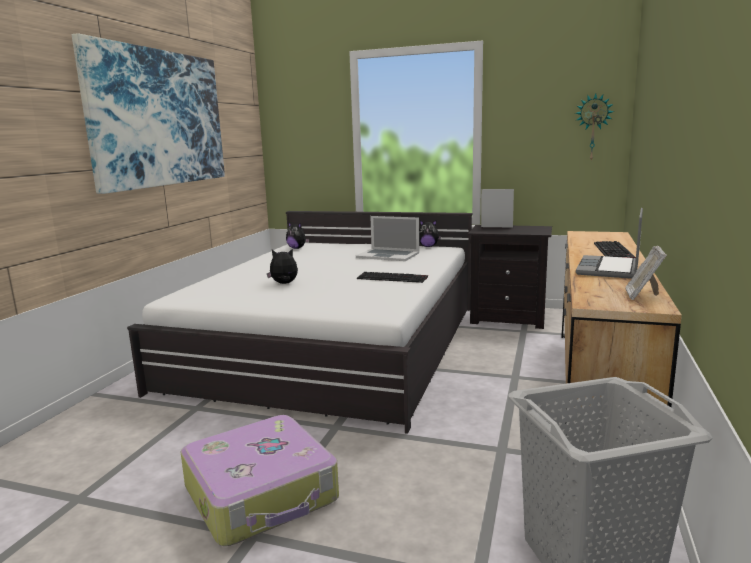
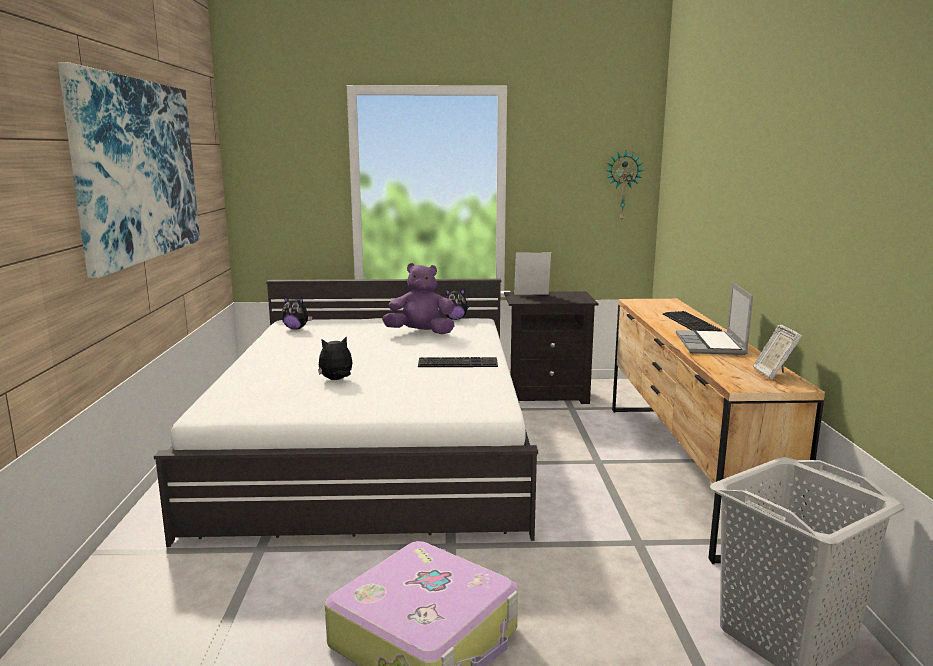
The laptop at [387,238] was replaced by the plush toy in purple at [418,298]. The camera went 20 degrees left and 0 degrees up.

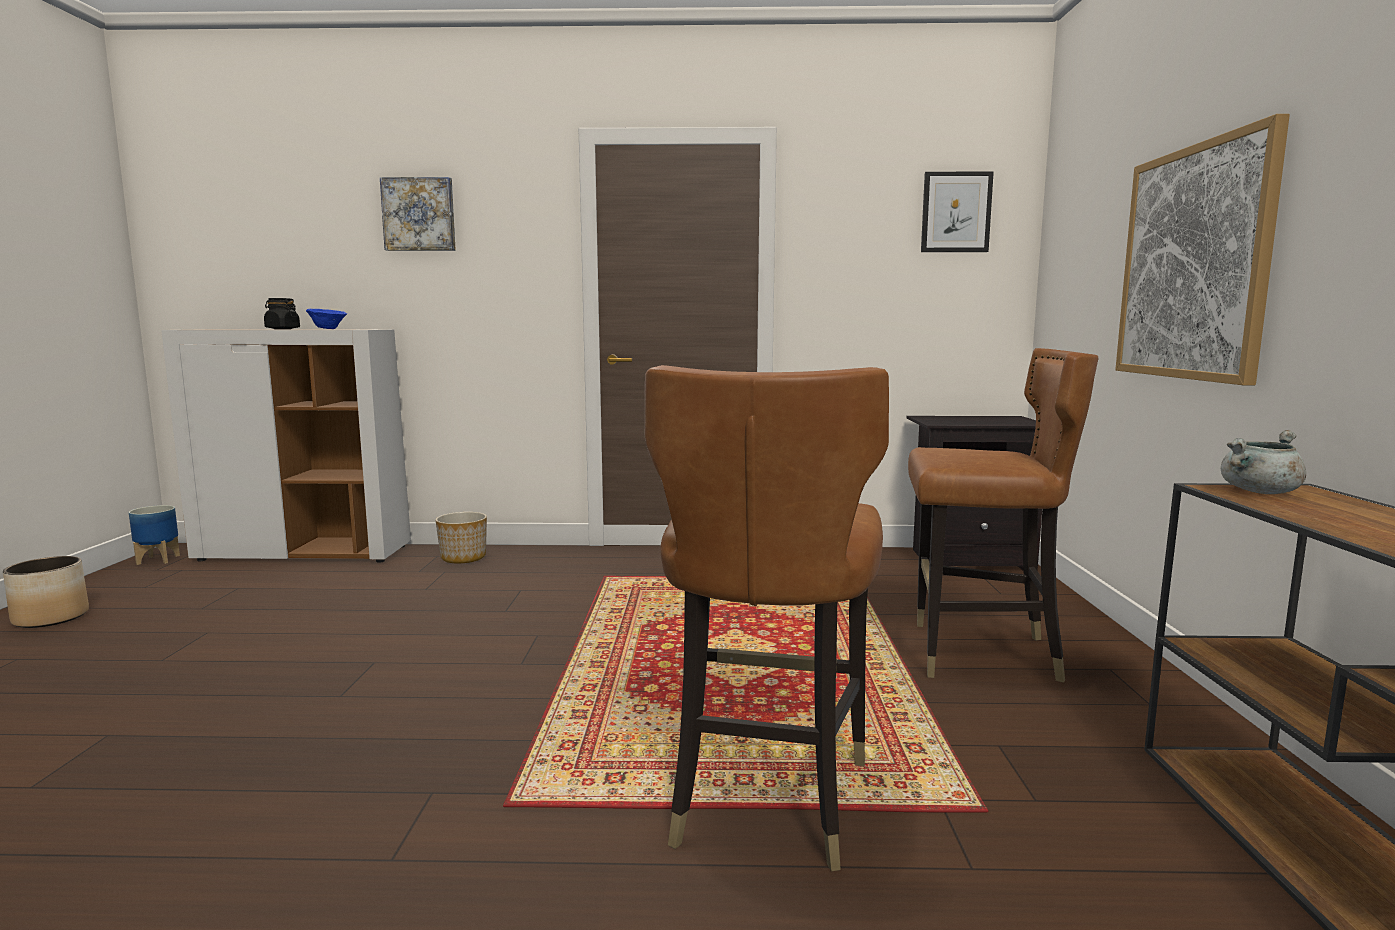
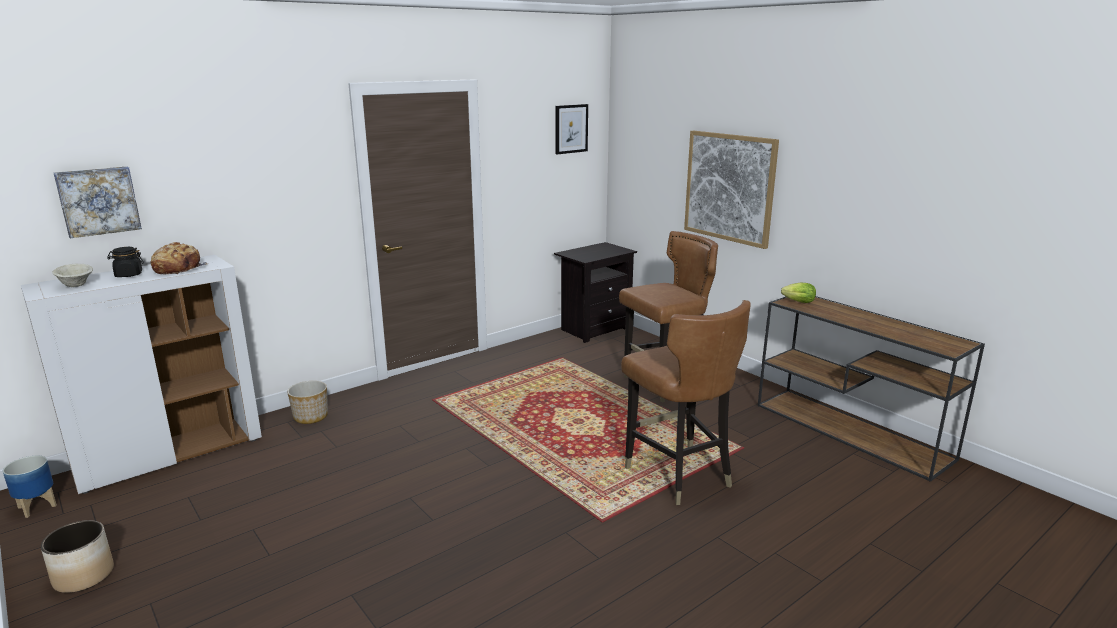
The deep dish in beige-coloured at [72,275] appeared. The wall picture moved from [418,214] to [98,202]. The deep dish in blue-coloured at [326,319] was replaced by the bread at [179,258]. The saucepot in gray at [1263,462] was replaced by the head of lettuce at [798,293]. The camera went 40 degrees left and 10 degrees up.

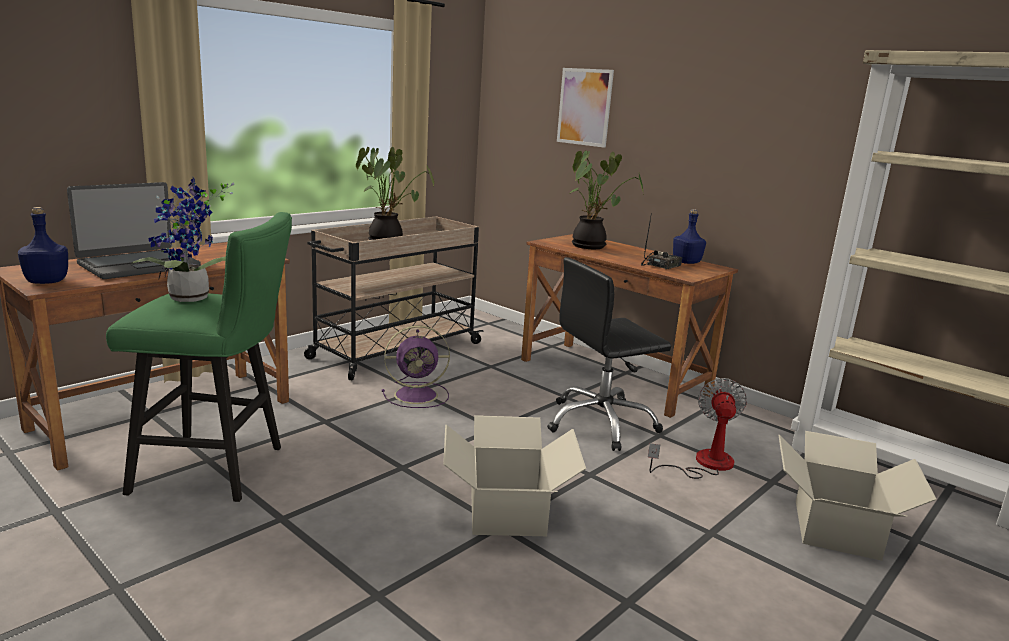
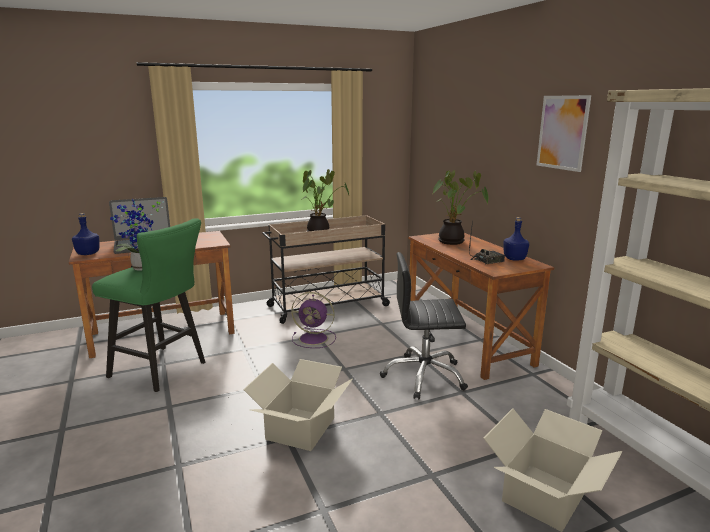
The wall picture moved from [585,108] to [564,133]. The electric fan at [697,428] disappeared. The camera went 25 degrees right and 0 degrees up.

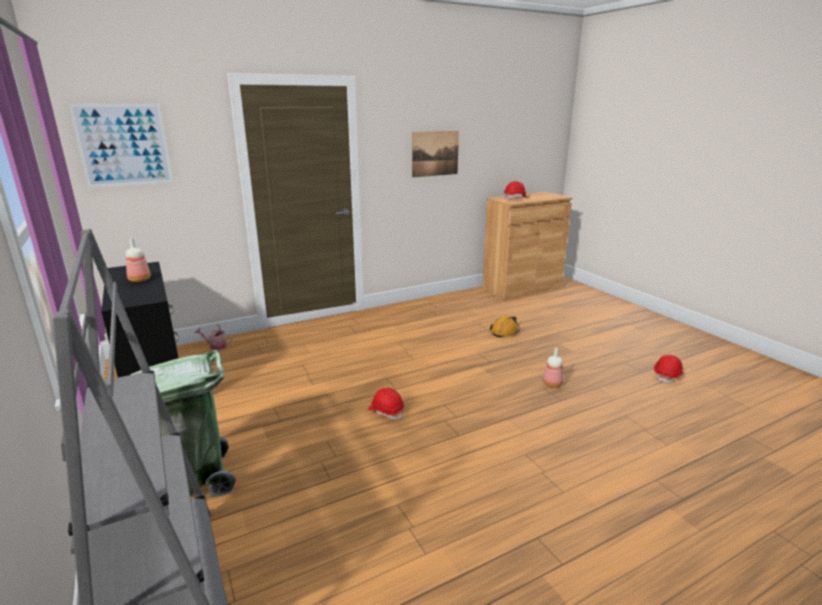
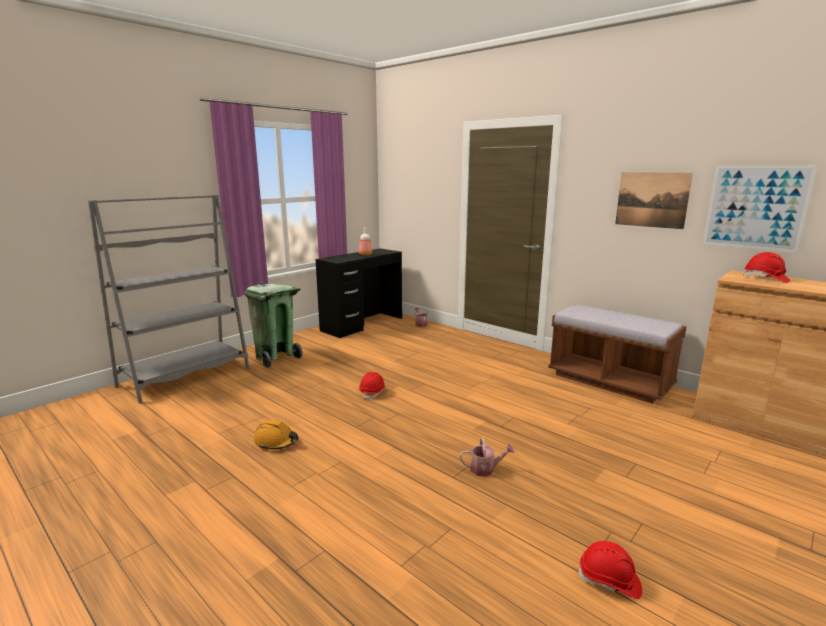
The safety helmet in orange-coloured moved from [505,326] to [276,434]. The beverage bottle at [553,368] was replaced by the watering pot at [487,457]. The long seat in brown at [617,354] appeared. The wall picture moved from [121,146] to [760,209]. The camera went 70 degrees right and 5 degrees down.

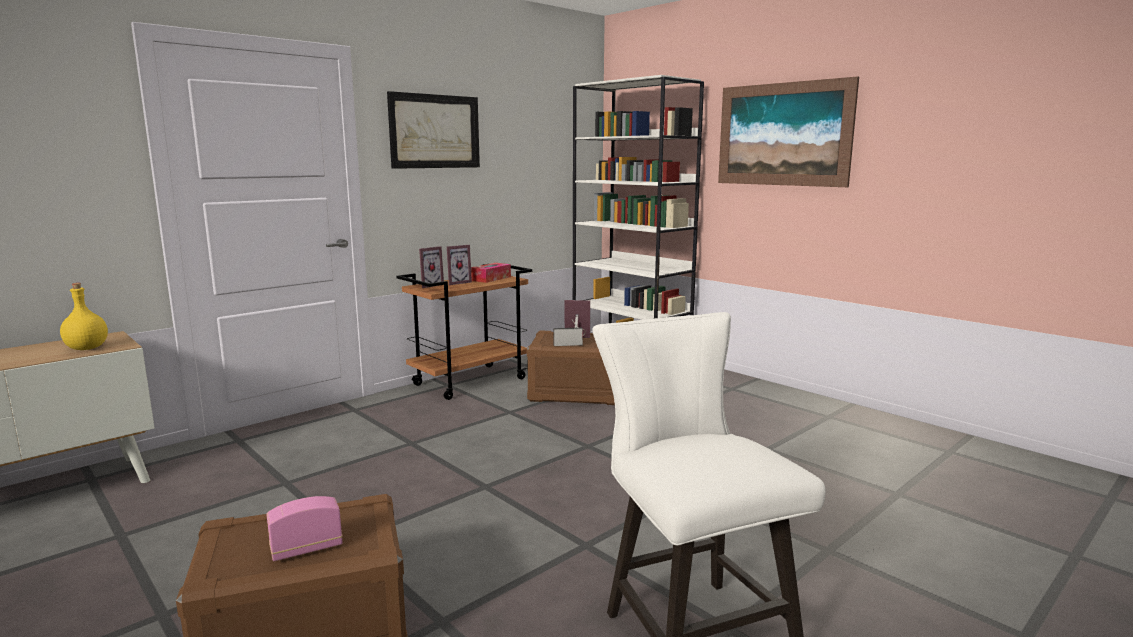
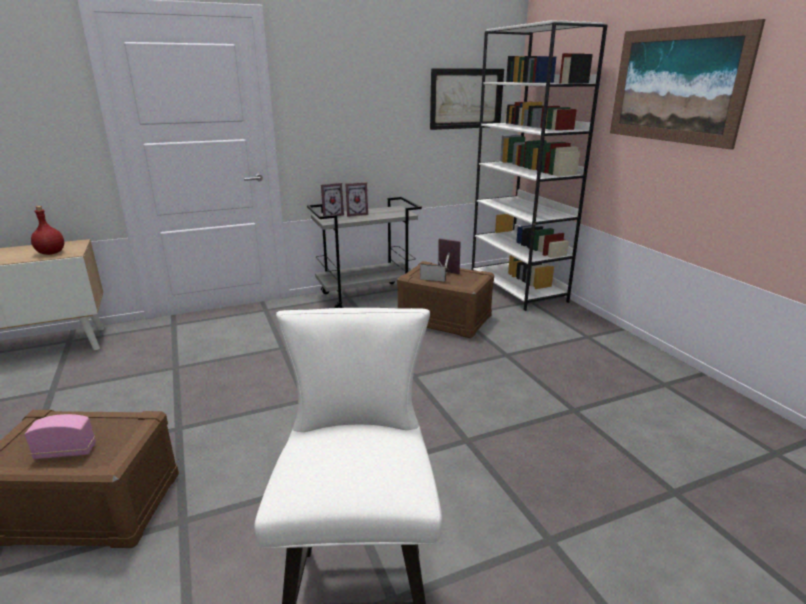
The beverage bottle in yellow at [84,316] became the beverage bottle in red at [47,230]. The cart in brown at [464,331] became the cart in gray at [364,252]. The wall picture moved from [433,130] to [467,99]. The tissue holder at [491,273] disappeared. The camera went 20 degrees right and 10 degrees up.

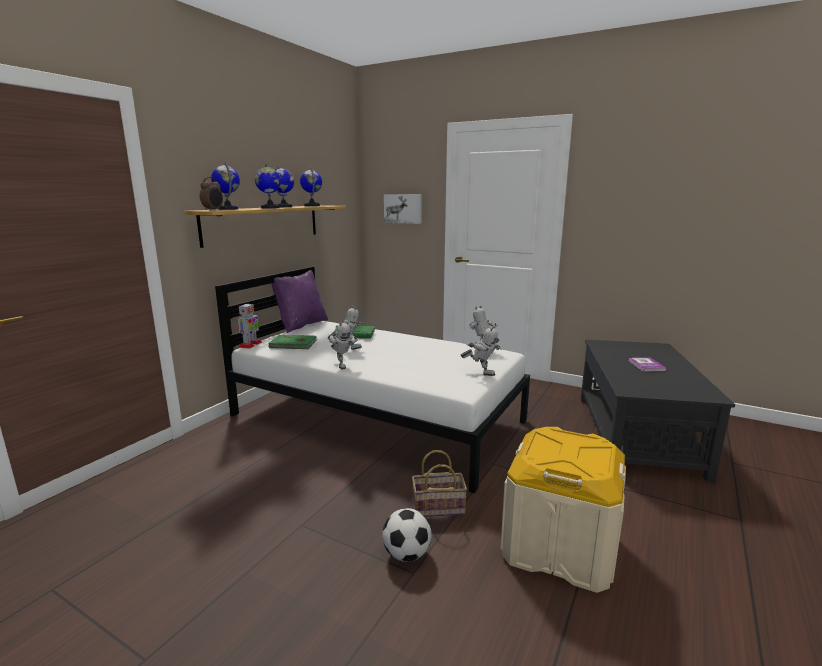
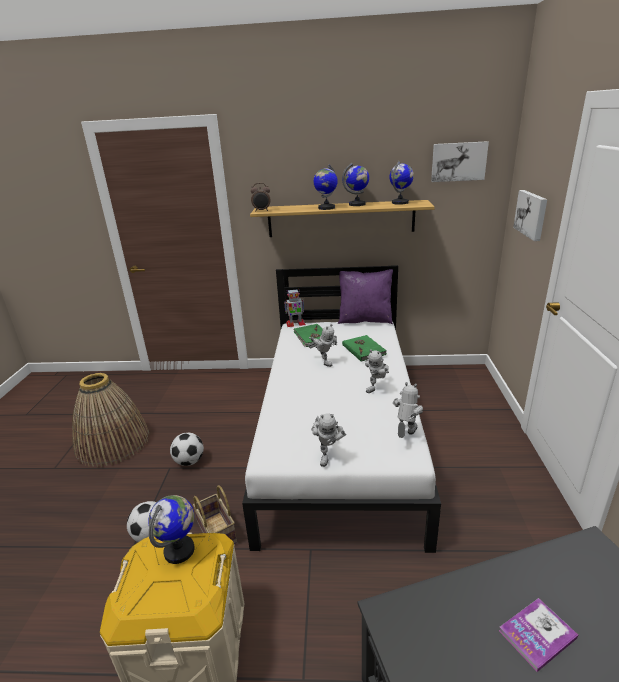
The basket at [111,420] appeared. The desk globe moved from [225,186] to [171,529]. The ball for football at [187,449] appeared. The robot figure moved from [343,345] to [377,371]. The wall picture at [460,161] appeared. The camera went 65 degrees right and 10 degrees up.

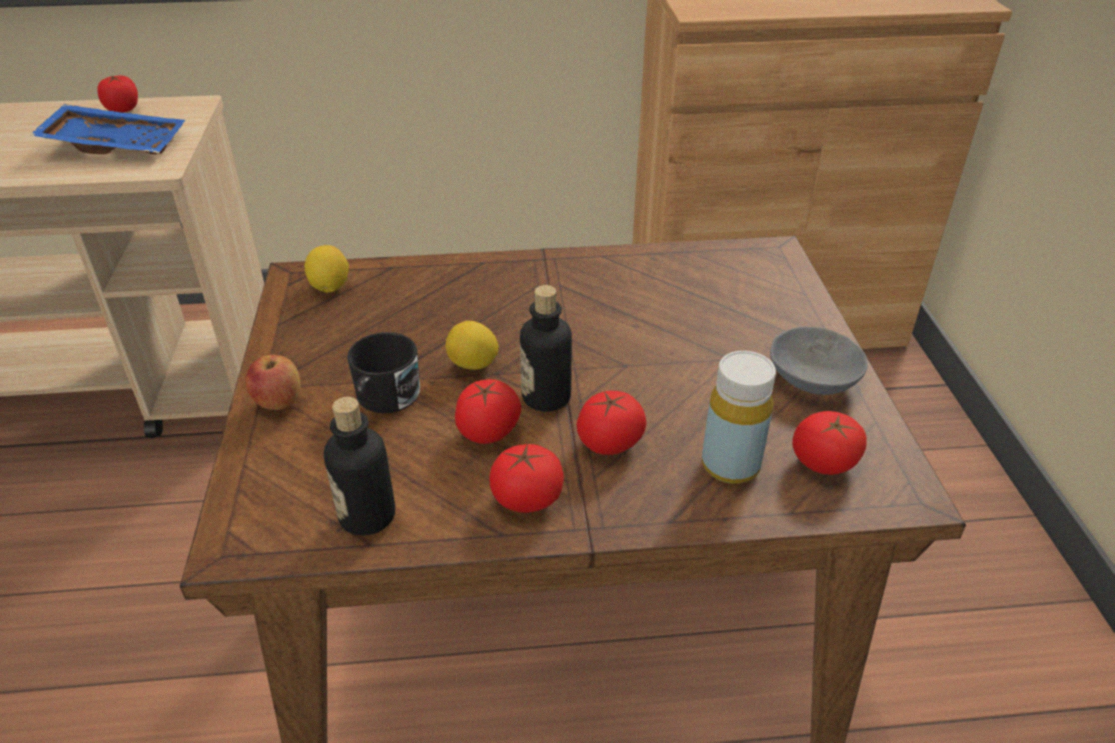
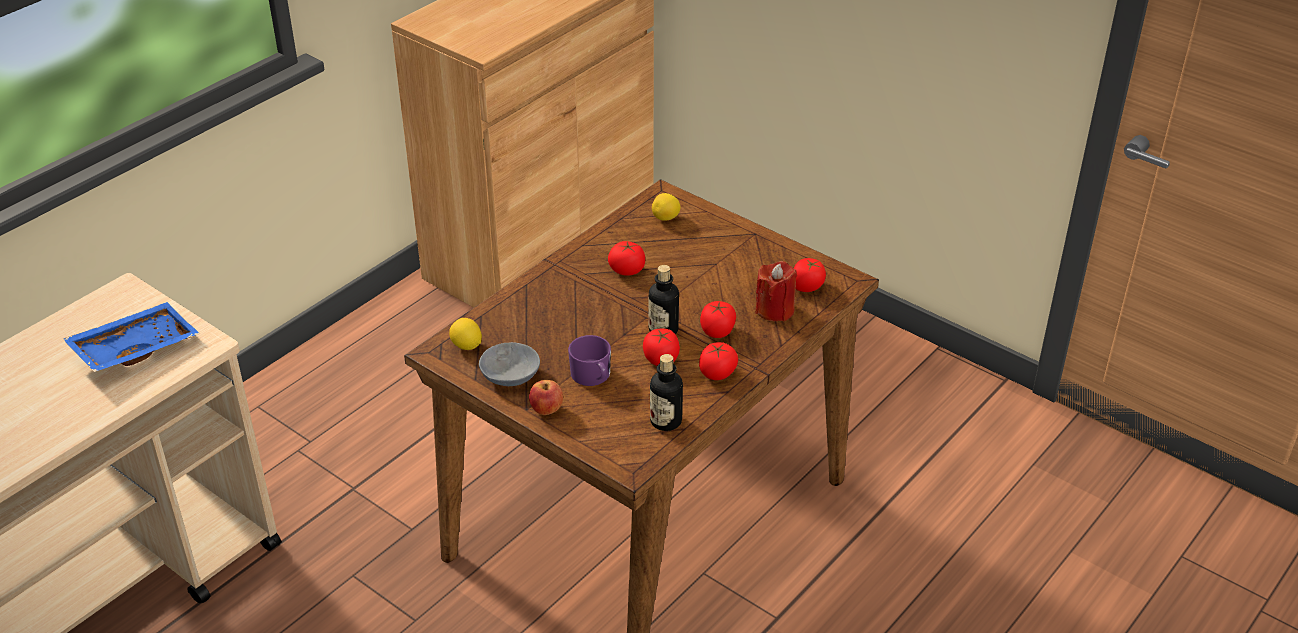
The deep dish in gray moved from [819,361] to [509,364]. The tea mug in black-coloured at [383,372] became the tea mug in purple at [589,360]. The tomato moved from [117,94] to [626,258]. The whole lemon moved from [472,345] to [666,207]. The beverage bottle in yellow at [739,417] was replaced by the candle in red at [776,291]. The camera went 45 degrees left and 0 degrees up.

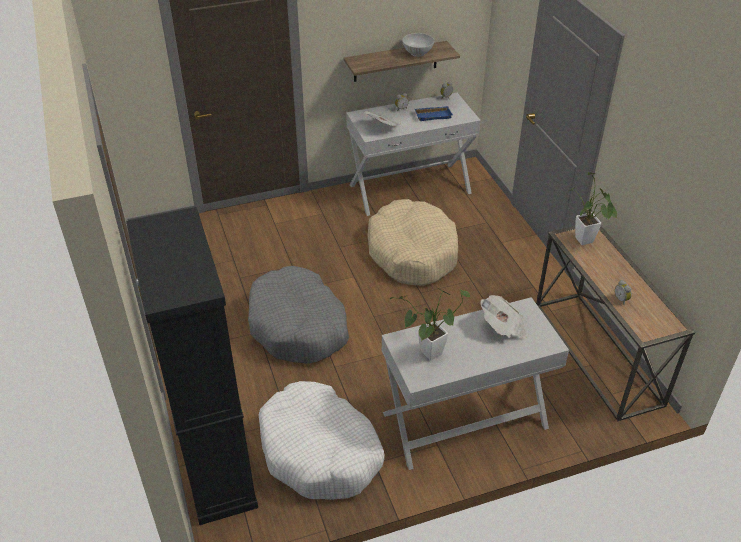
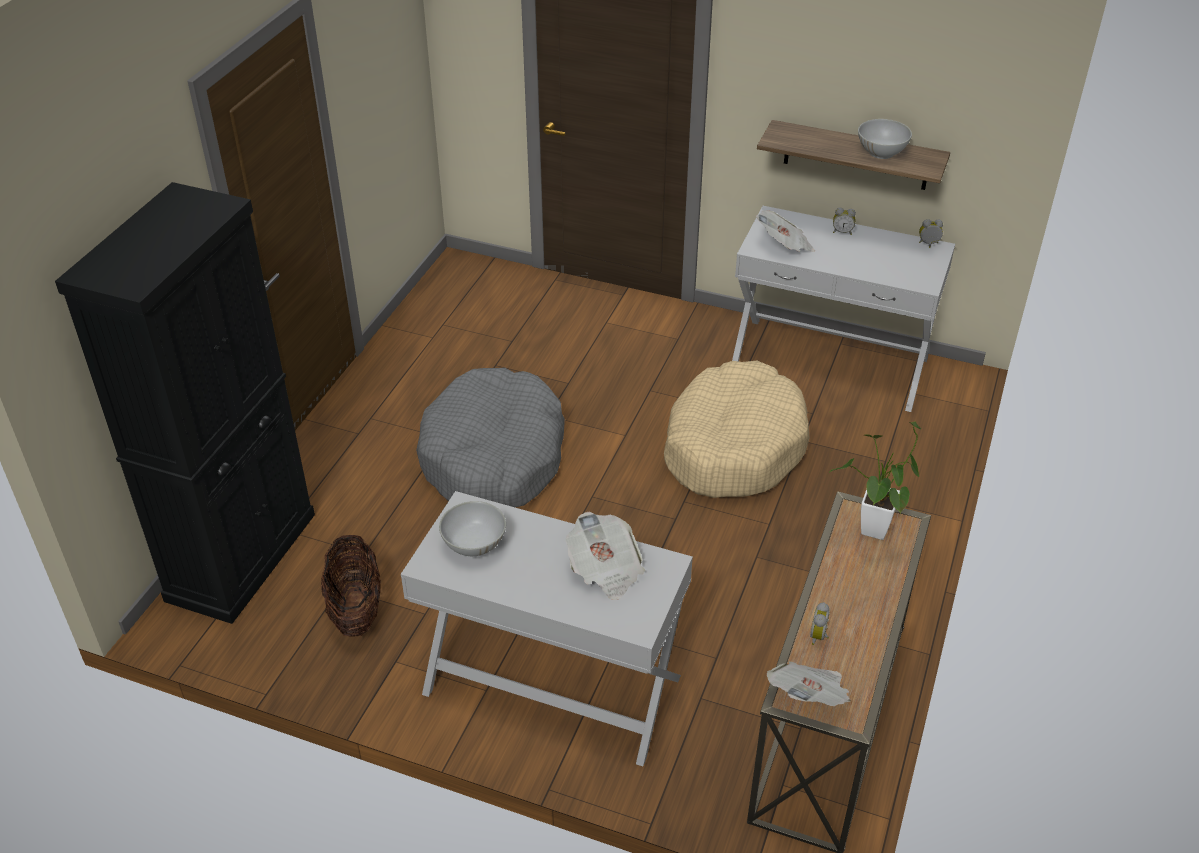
The dog cushion in whitish at [322,440] was replaced by the basket at [351,586]. The houseplant at [430,324] was replaced by the deep dish in whitish at [472,528]. The daily paper at [808,683] appeared. The carrying tray in blue-coloured at [434,113] disappeared. The camera went 40 degrees right and 0 degrees up.

